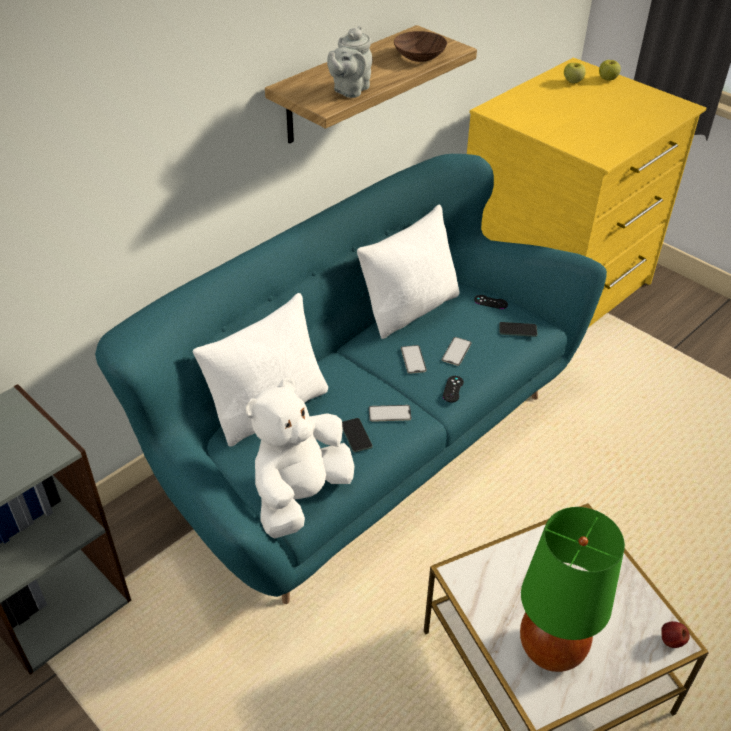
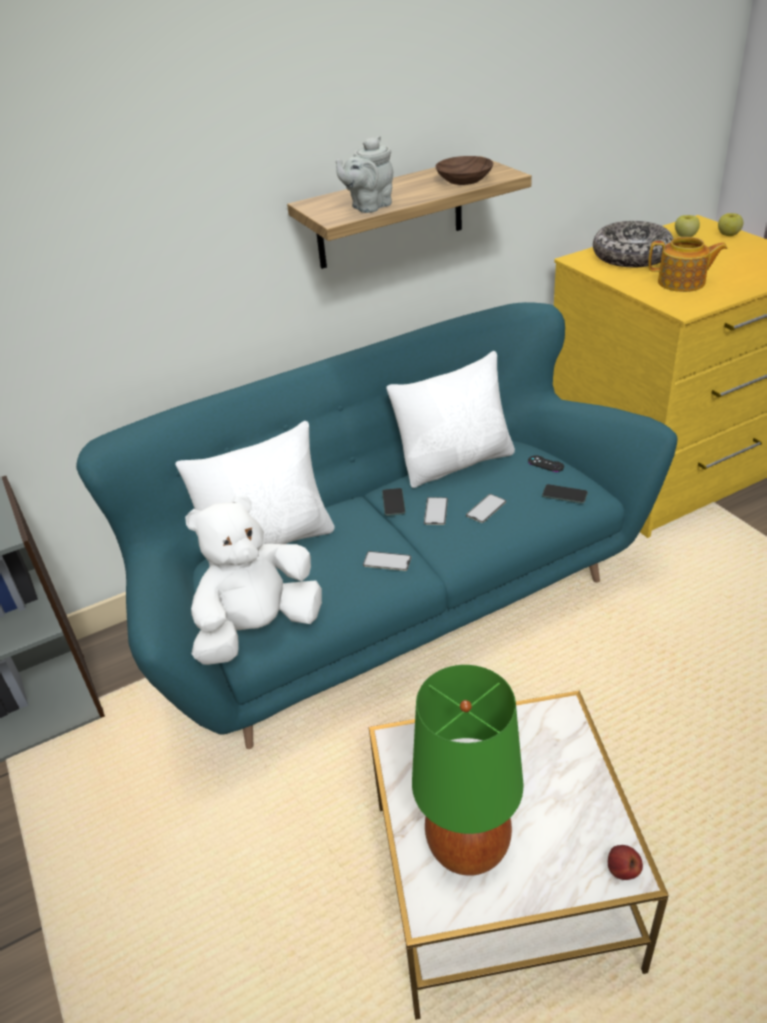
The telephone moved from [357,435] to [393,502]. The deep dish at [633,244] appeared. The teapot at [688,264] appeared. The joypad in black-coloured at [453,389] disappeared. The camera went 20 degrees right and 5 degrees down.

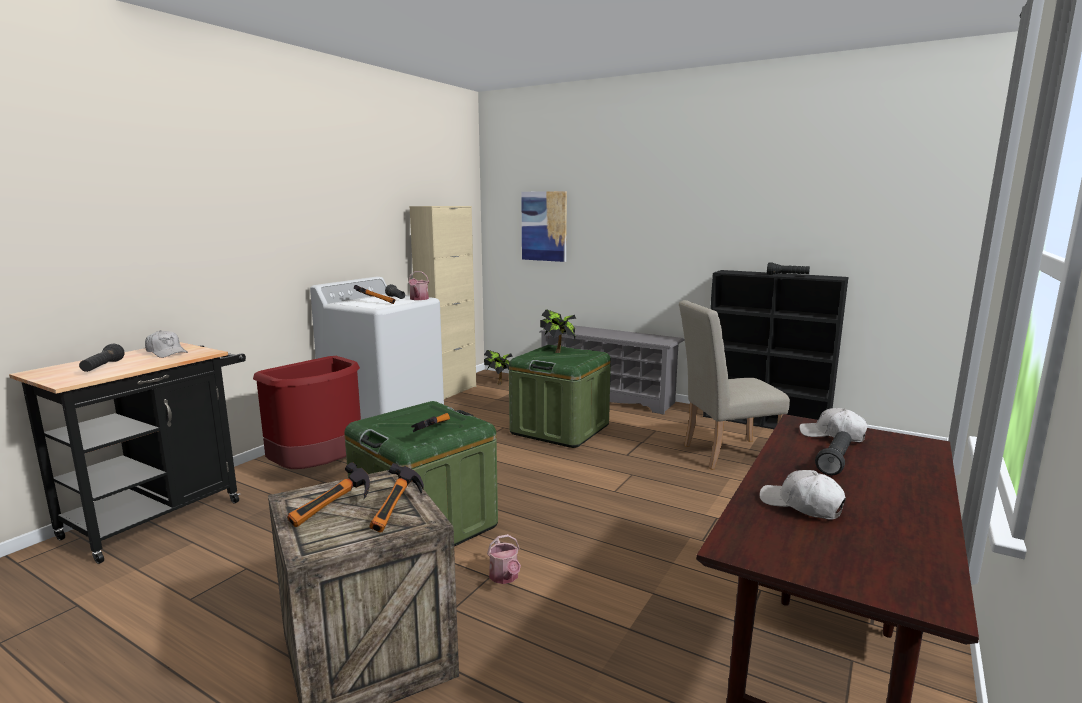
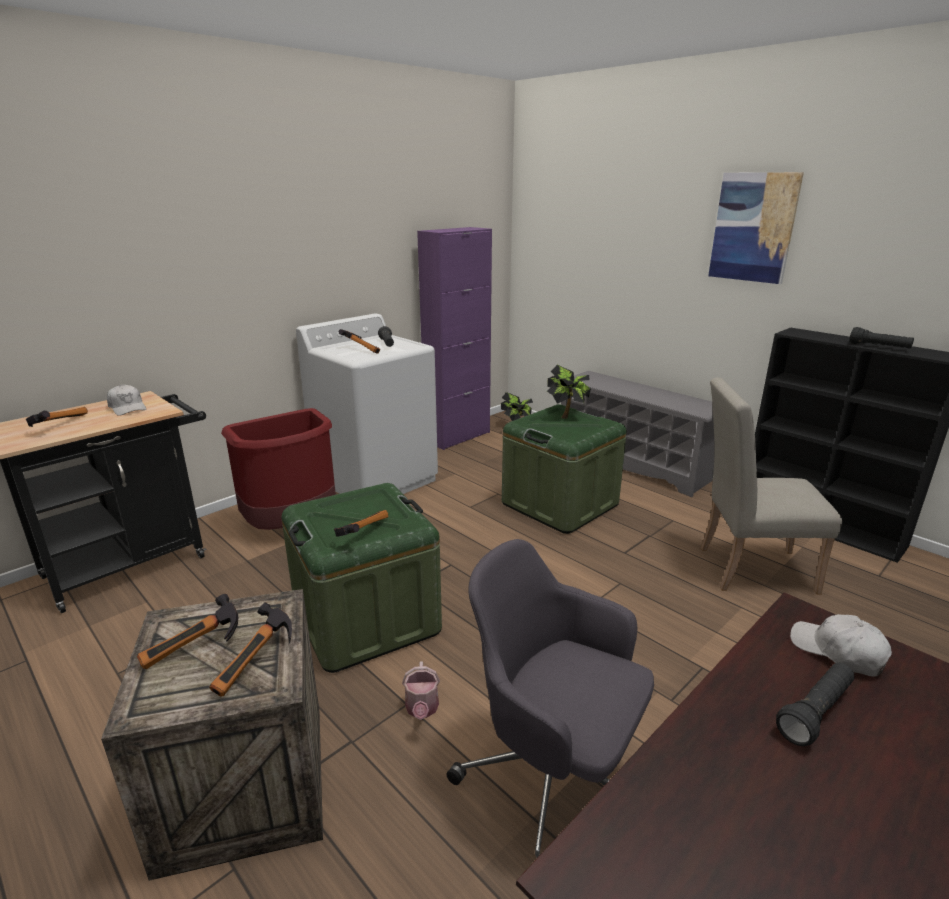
The hand torch in black-coloured at [102,358] was replaced by the hammer at [57,417]. The storage cabinet in beige-coloured at [443,302] became the storage cabinet in purple at [454,338]. The computer chair in gray at [550,699] appeared. The wall picture moved from [544,226] to [756,228]. The watering pot at [418,285] disappeared. The baseball cap in whitish at [802,495] disappeared. The camera went 15 degrees right and 10 degrees up.

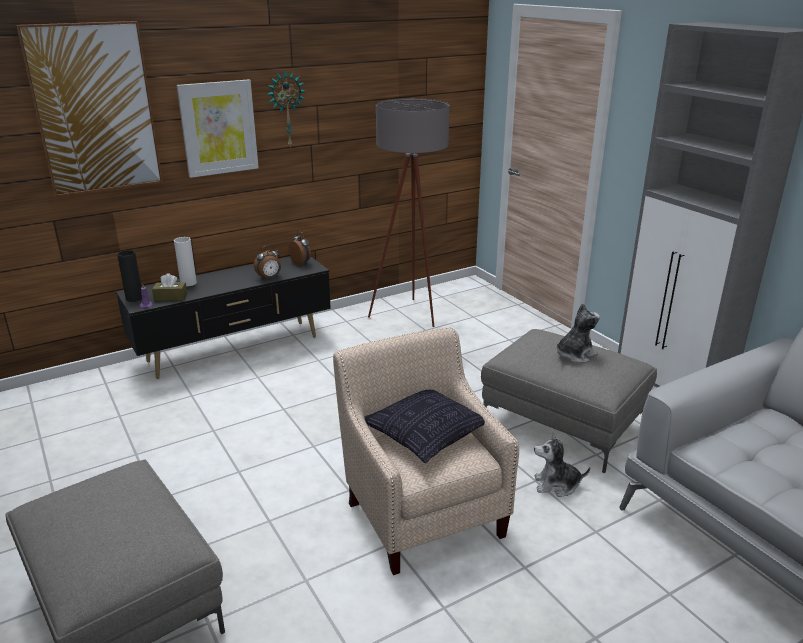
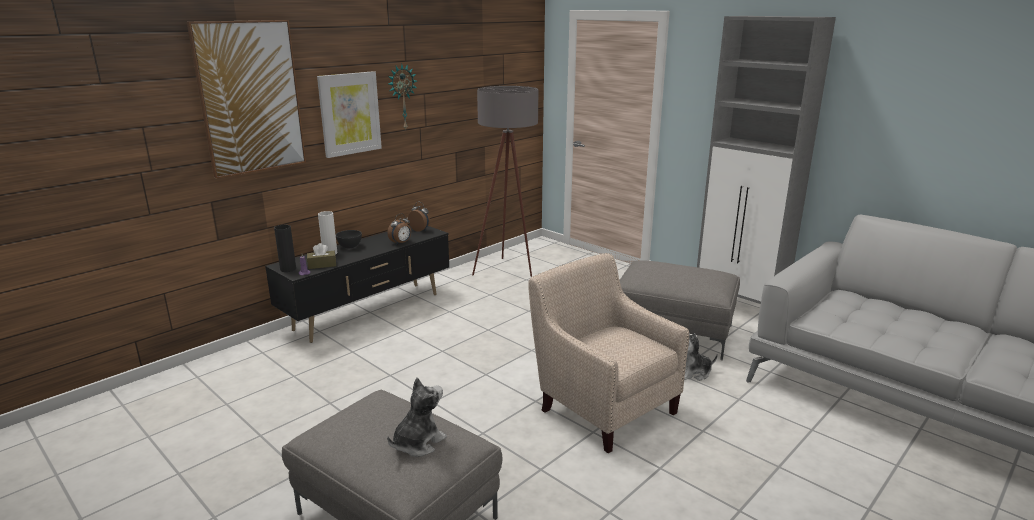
The deep dish in gray at [349,239] appeared. The plush toy moved from [578,333] to [417,417]. The throw pillow at [424,426] disappeared. The camera went 15 degrees left and 5 degrees down.

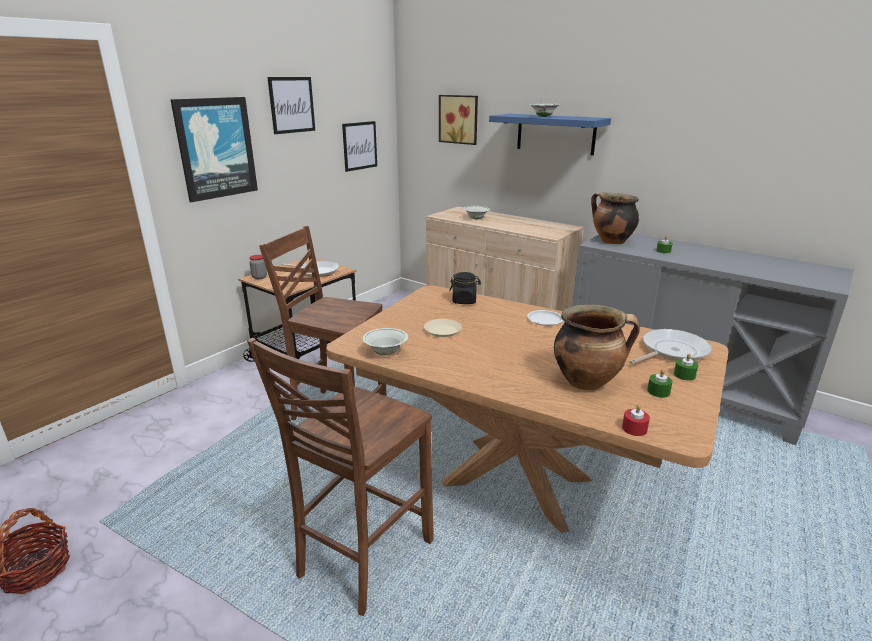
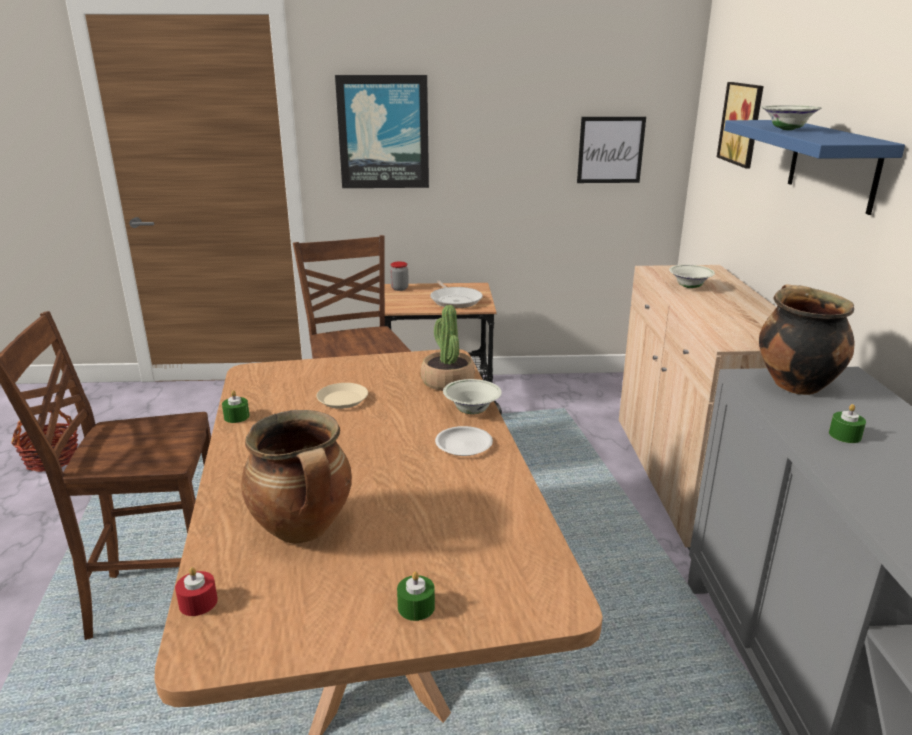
The candle in greenish moved from [660,383] to [236,406]. The storage jar in black-coloured at [465,288] was replaced by the houseplant at [448,348]. The deep dish in whitish moved from [385,341] to [472,396]. The wall picture at [291,105] disappeared. The pan at [671,346] disappeared. The camera went 50 degrees right and 0 degrees up.

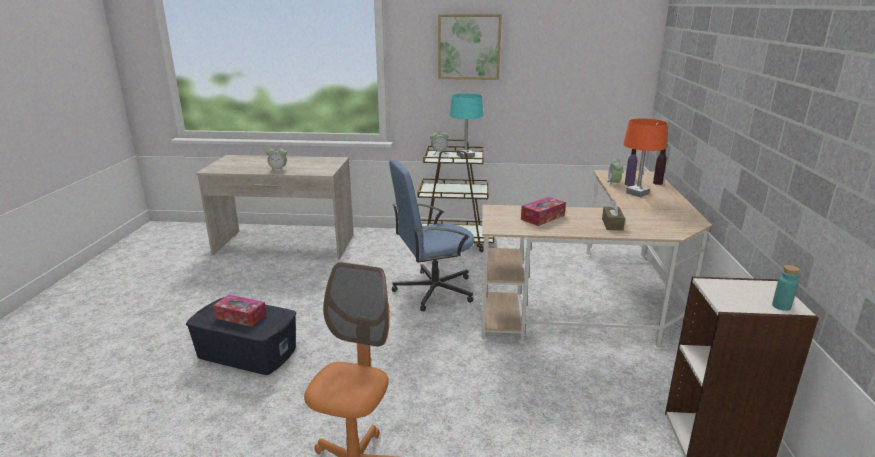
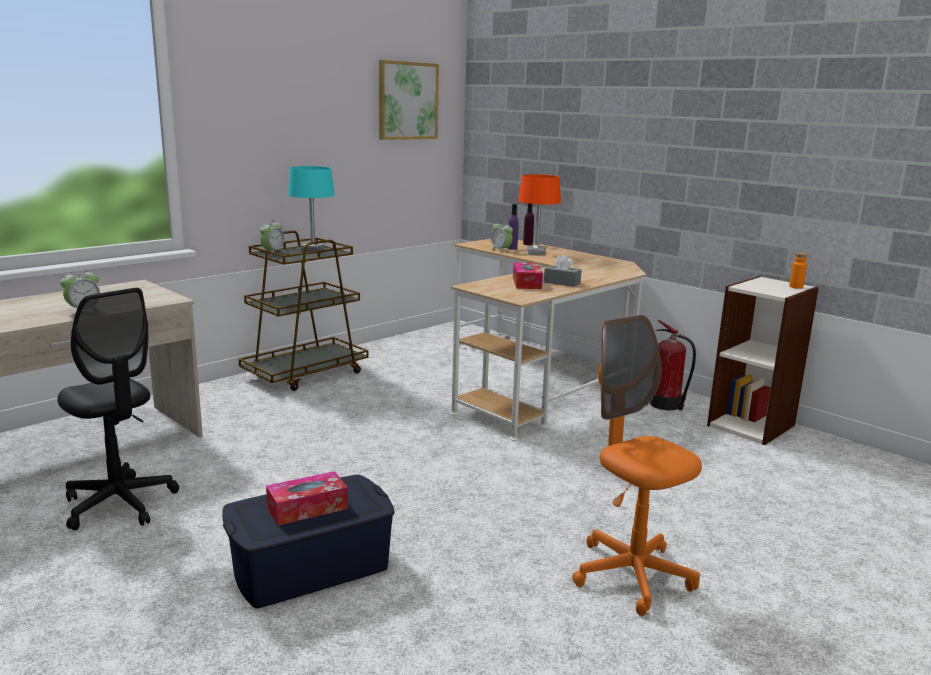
The computer chair in black-coloured at [118,409] appeared. The wall picture moved from [470,47] to [409,100]. The tissue holder in gray at [563,271] appeared. The extinguisher at [673,365] appeared. The beverage bottle in turquoise-coloured at [786,288] became the beverage bottle in orange-coloured at [798,271]. The computer chair in blue-coloured at [431,235] disappeared. The tissue holder in brown at [613,215] disappeared. The camera went 50 degrees left and 5 degrees down.

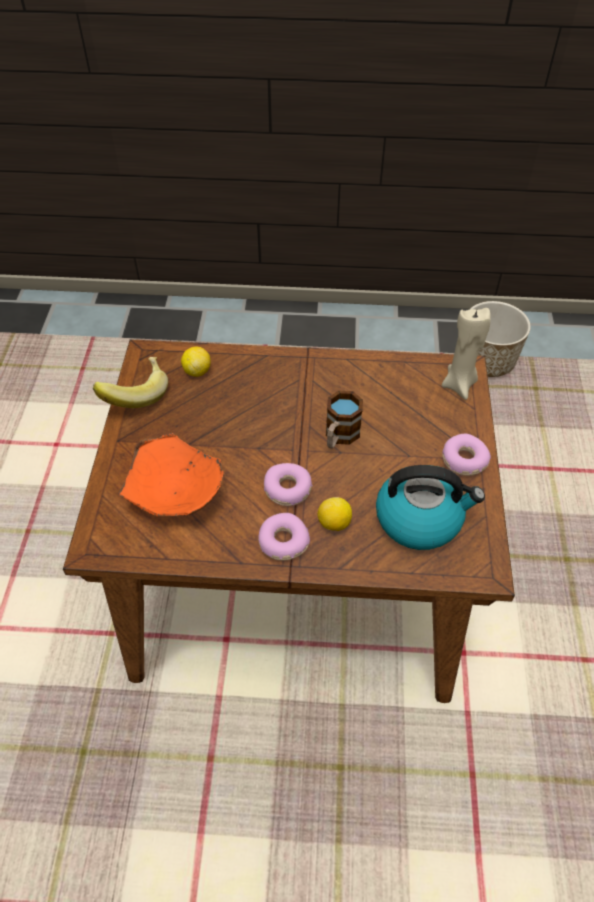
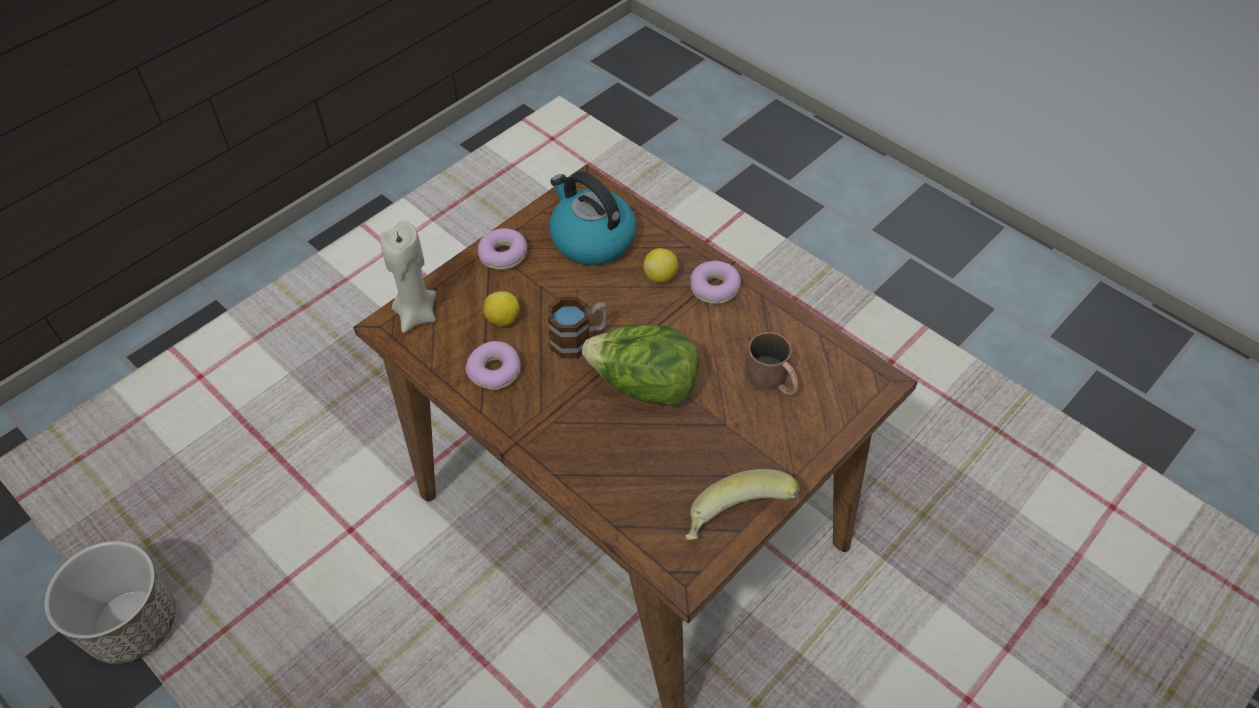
The doughnut moved from [288,484] to [493,365]. The whole lemon moved from [196,362] to [501,308]. The head of lettuce at [640,365] appeared. The deep dish in orange-coloured at [171,474] was replaced by the tea mug in brown at [772,364]. The camera went 140 degrees left and 0 degrees up.

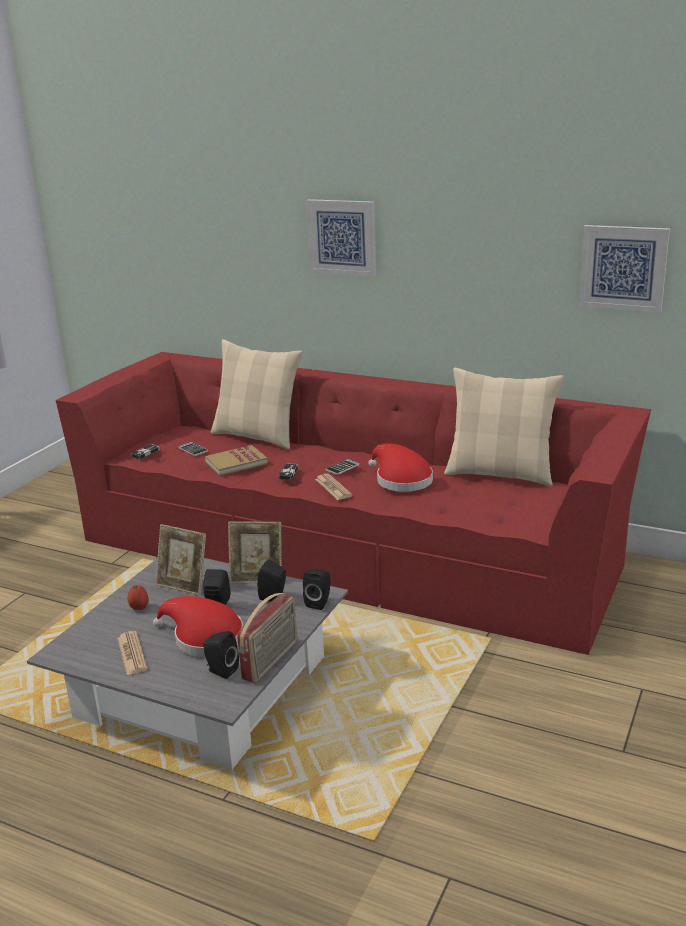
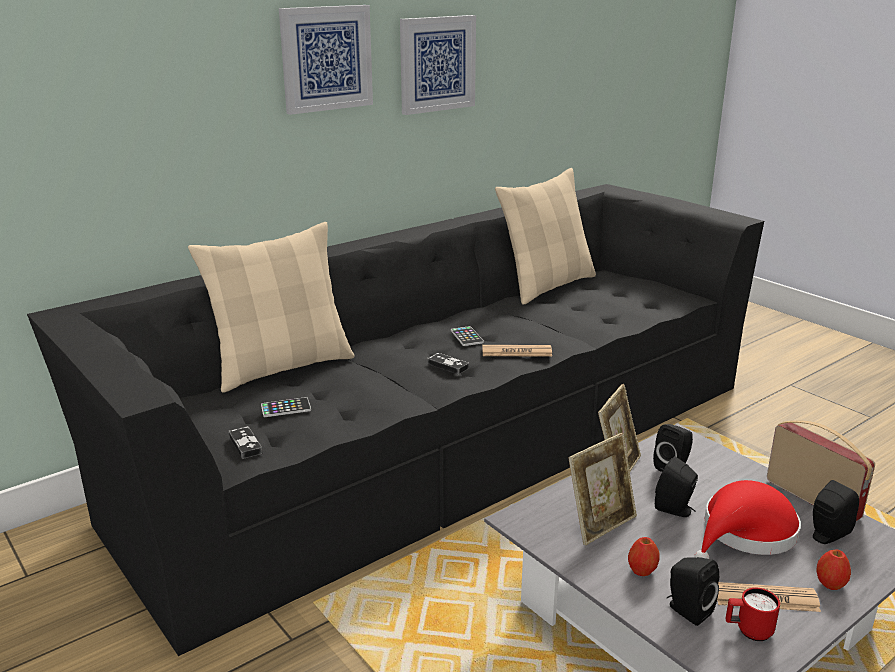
The settee in red at [353,503] became the settee in black-coloured at [395,420]. The wall picture moved from [624,268] to [438,65]. The loudspeaker in black-coloured moved from [316,589] to [693,591]. The tea mug in red at [753,614] appeared. The whole apple at [833,570] appeared. The book at [236,460] disappeared. The wearable hat in red at [400,467] disappeared. The camera went 65 degrees left and 0 degrees up.

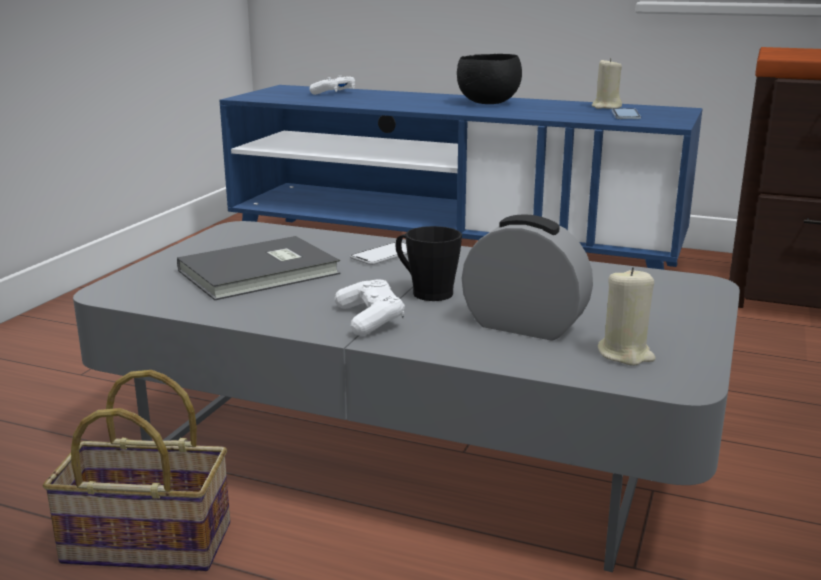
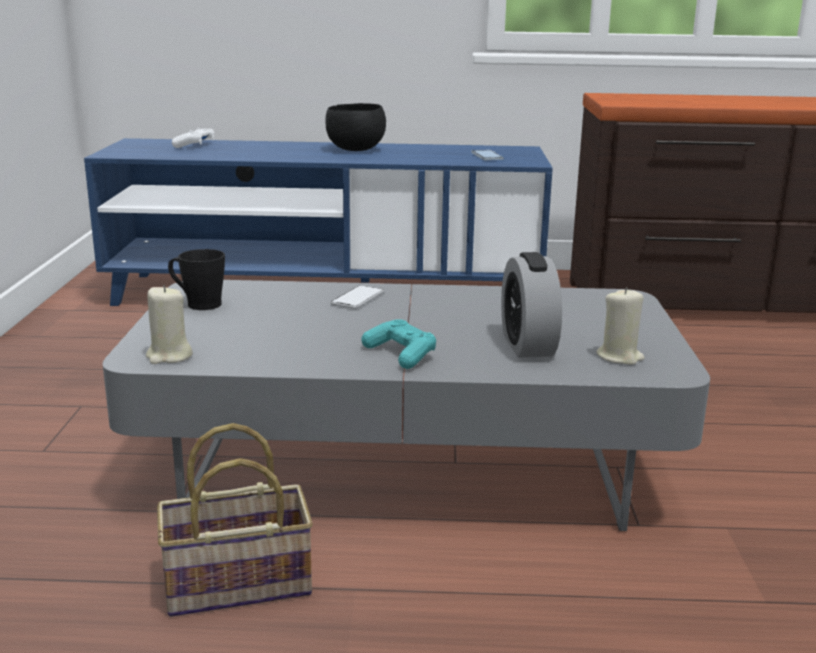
The candle in beige-coloured moved from [607,83] to [169,324]. The tea mug in black-coloured moved from [428,263] to [196,279]. The joypad in whitish at [370,308] became the joypad in turquoise-coloured at [398,344]. The table clock at [527,277] turned 105 degrees counterclockwise. The book in gray at [259,268] disappeared. The camera went 20 degrees left and 0 degrees up.

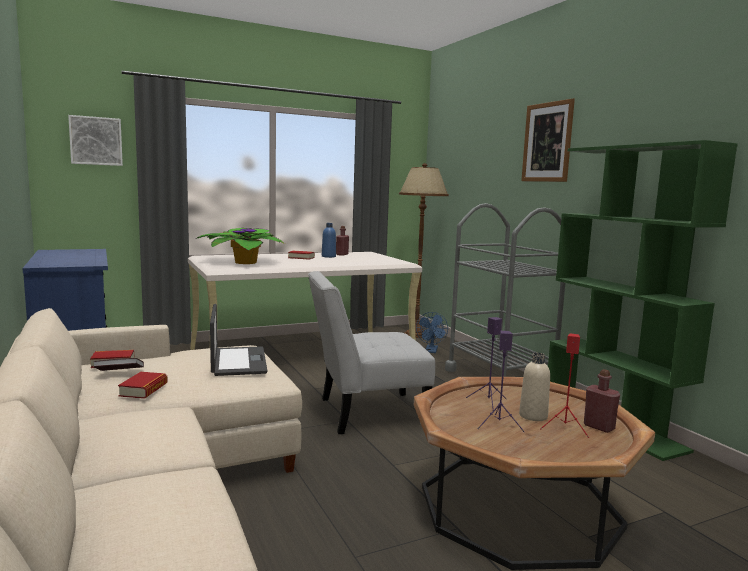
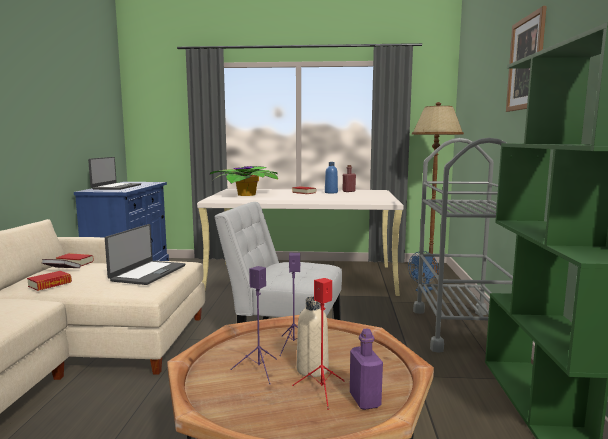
The laptop at [114,173] appeared. The beverage bottle in red at [602,401] became the beverage bottle in purple at [366,369]. The wall picture at [95,140] disappeared. The camera went 30 degrees right and 0 degrees up.

